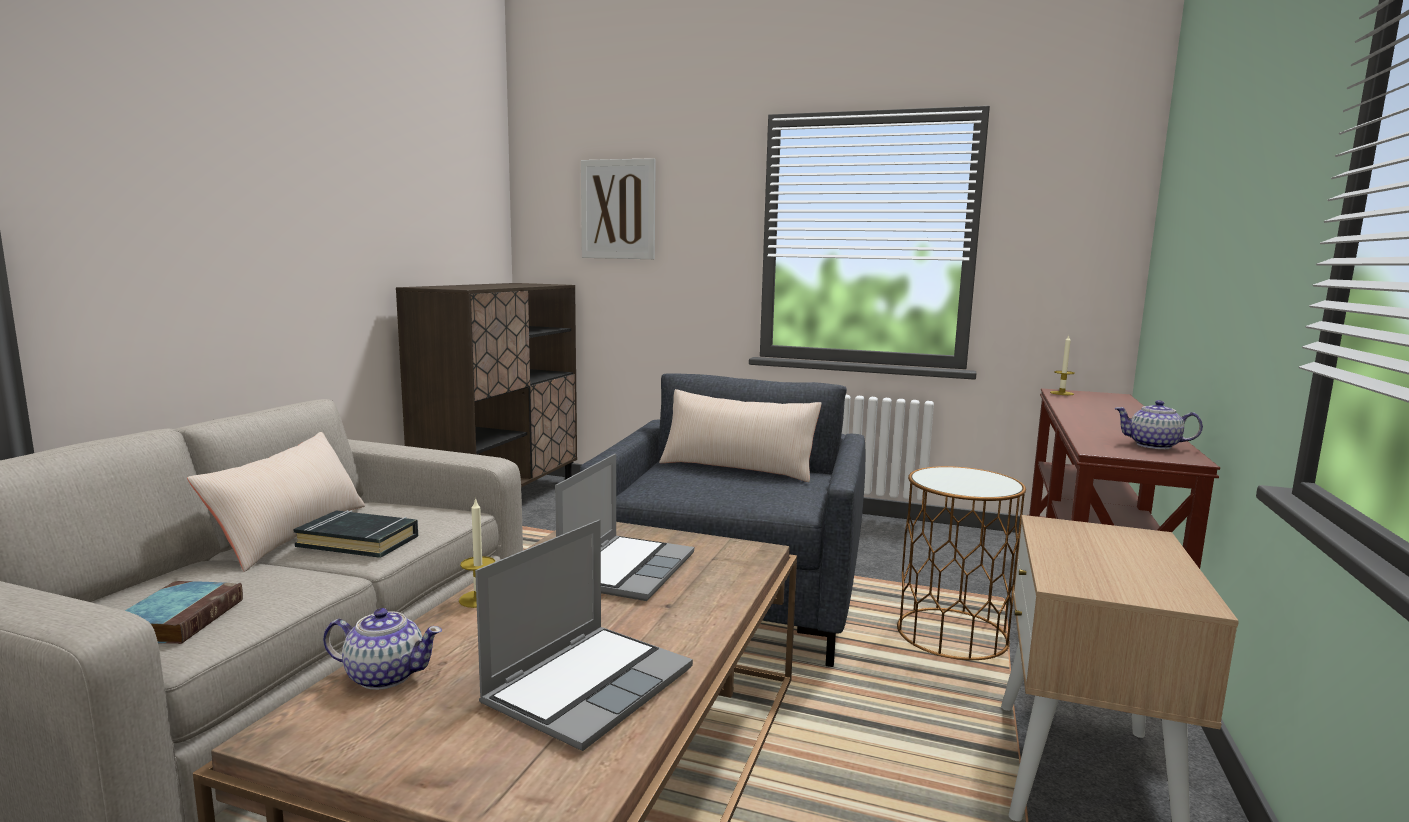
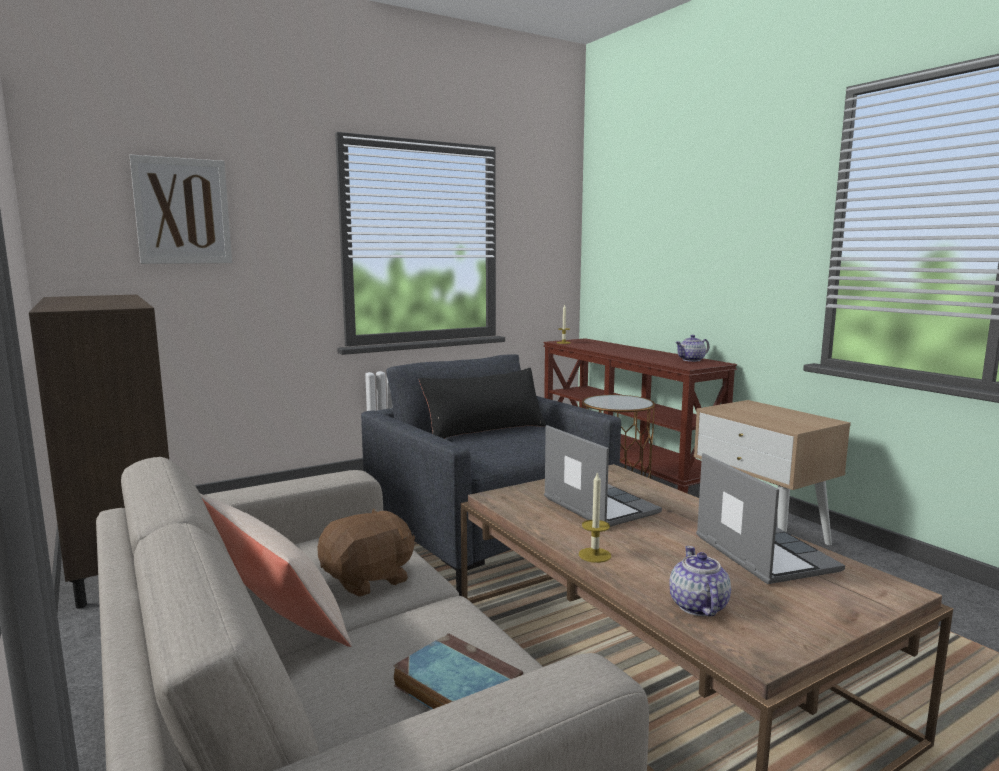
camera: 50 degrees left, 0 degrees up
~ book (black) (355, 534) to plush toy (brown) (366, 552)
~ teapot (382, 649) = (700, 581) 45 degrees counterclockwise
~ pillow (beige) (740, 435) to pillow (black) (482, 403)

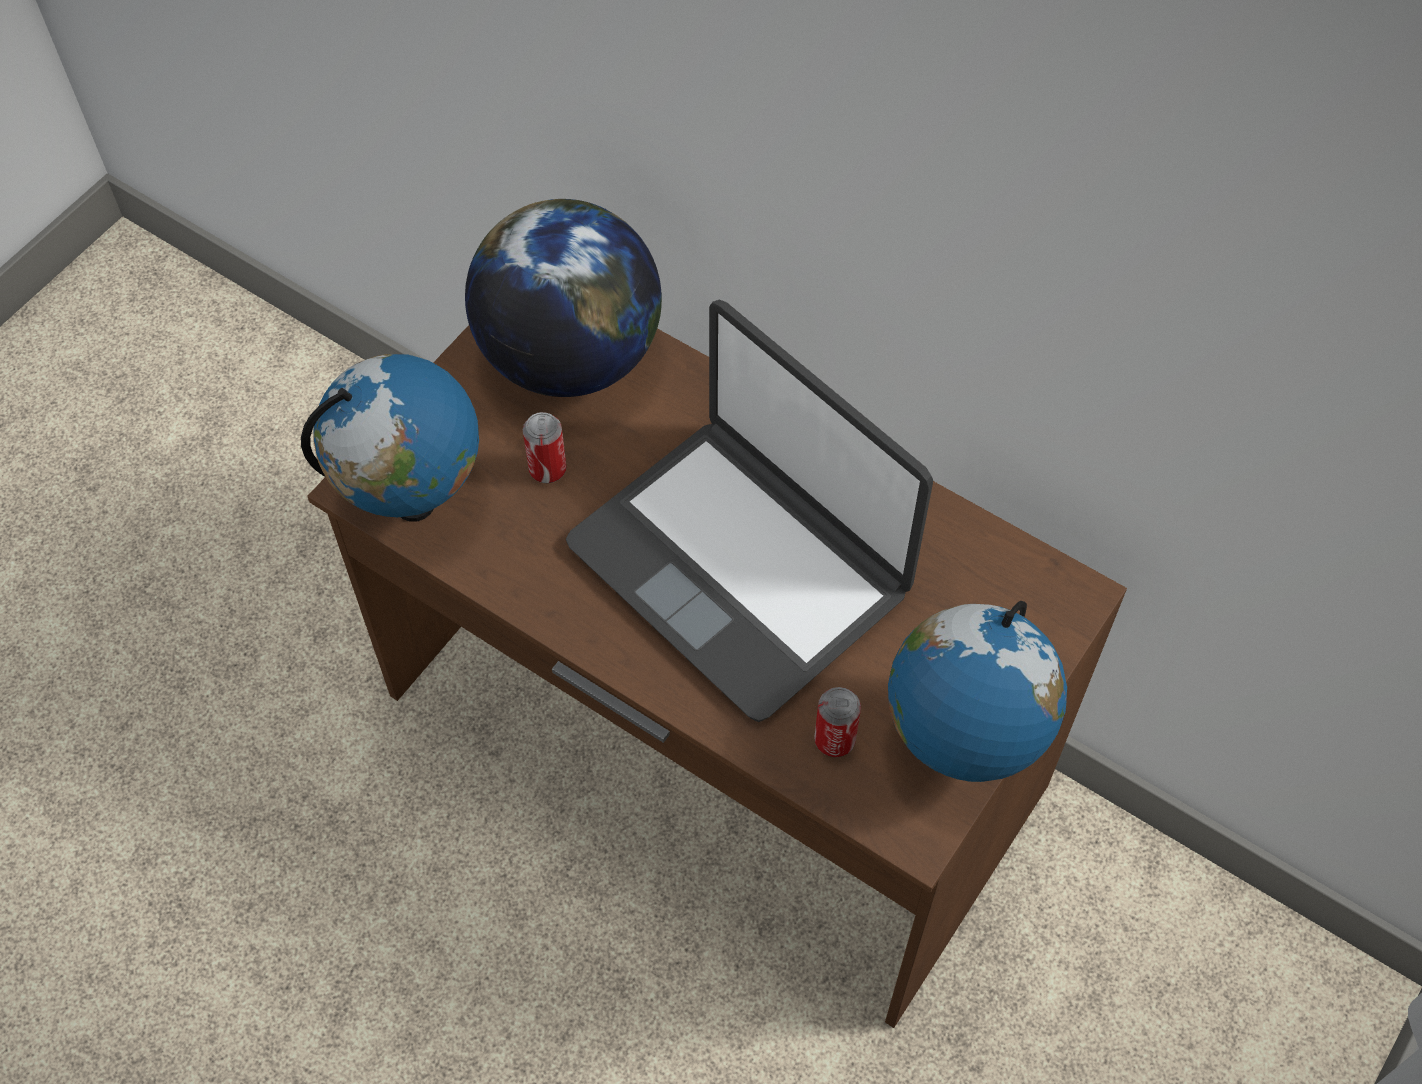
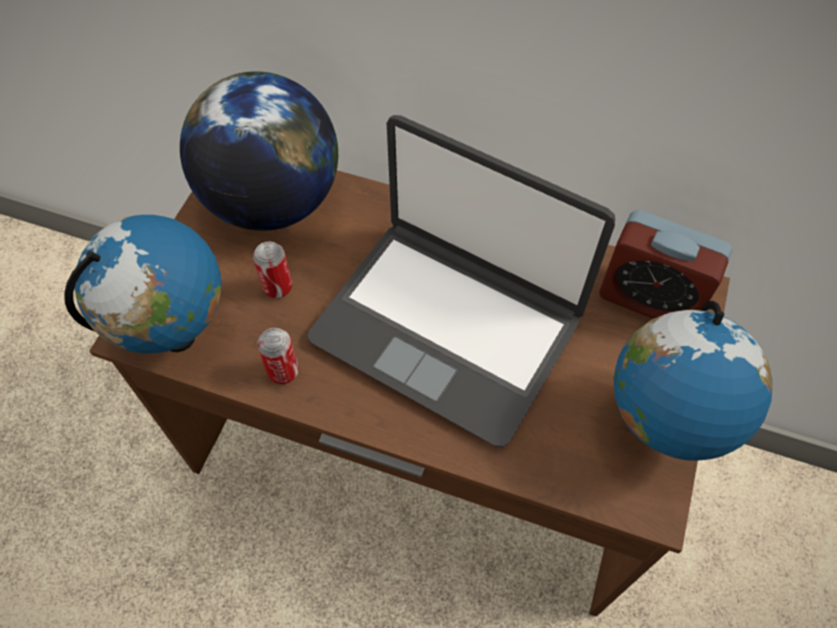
camera: 15 degrees left, 0 degrees up
~ can (837, 722) to (278, 356)
+ alarm clock (665, 264)

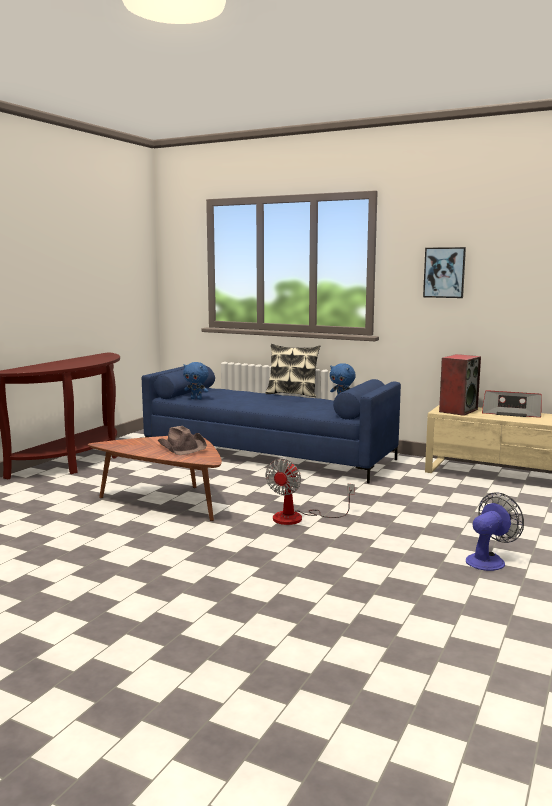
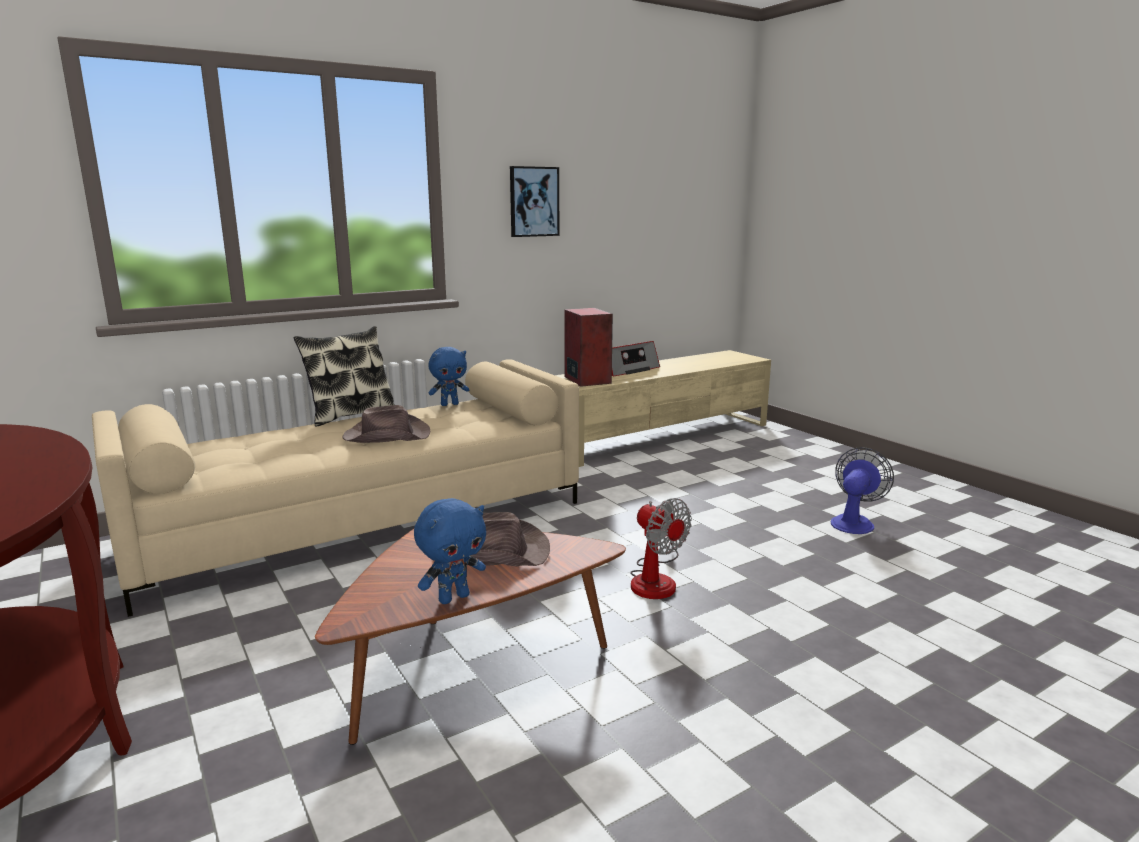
camera: 60 degrees left, 5 degrees up
~ sofa (blue) (271, 424) to sofa (beige) (335, 488)
~ plush toy (blue) (196, 381) to (450, 551)
~ fan (495, 531) = (862, 491) 45 degrees clockwise
+ hat (brown) (386, 424)

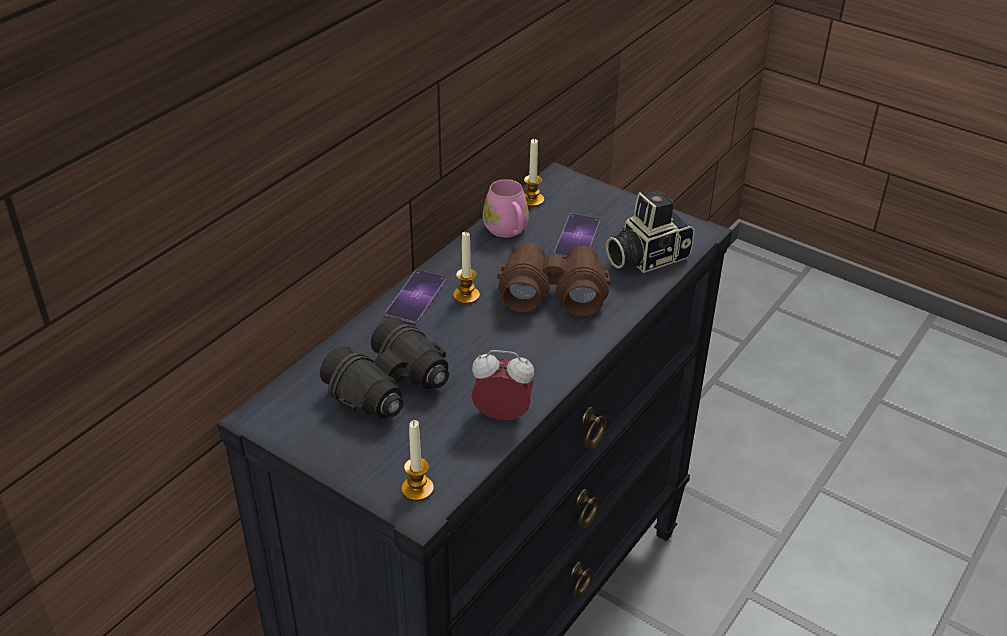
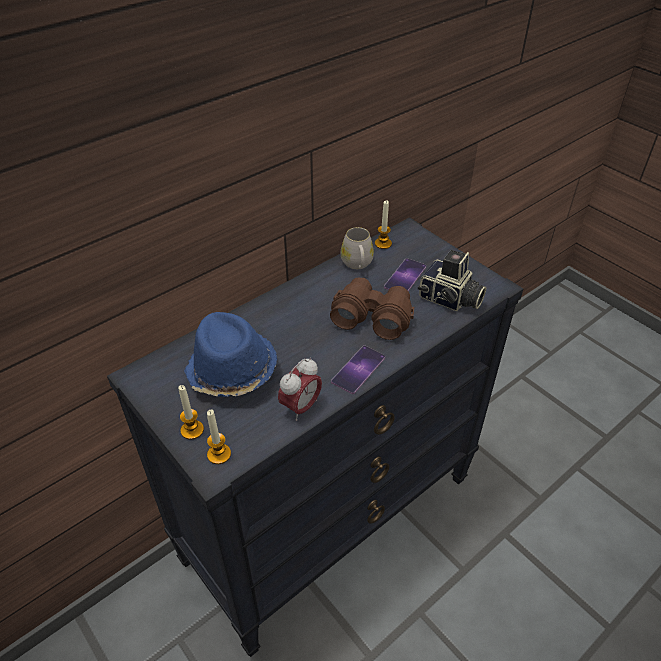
camera: 15 degrees right, 5 degrees up
~ binoculars (black) (384, 368) to hat (blue) (230, 354)
~ phone (415, 297) to (358, 369)
~ candle (466, 268) to (191, 412)
~ alarm clock (502, 385) = (300, 389) 105 degrees clockwise
~ mug (pink) (506, 208) to mug (white) (357, 248)
~ photo camera (650, 232) = (452, 280) 135 degrees counterclockwise

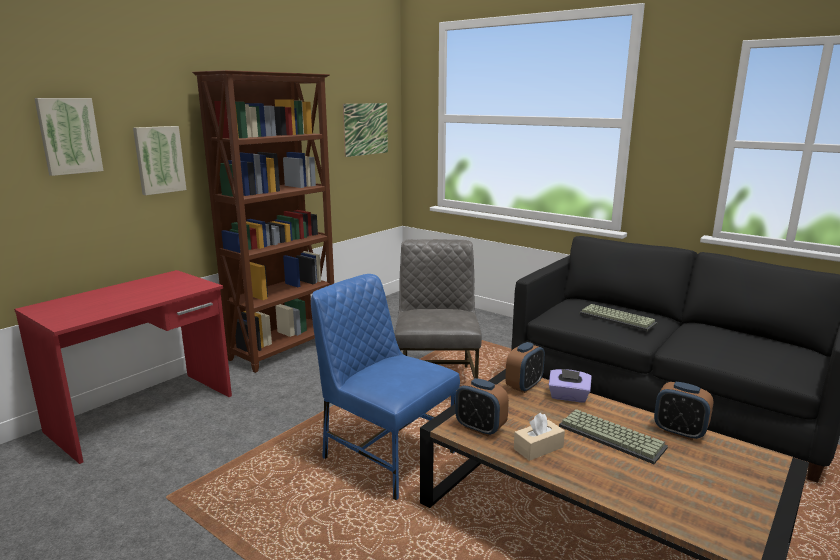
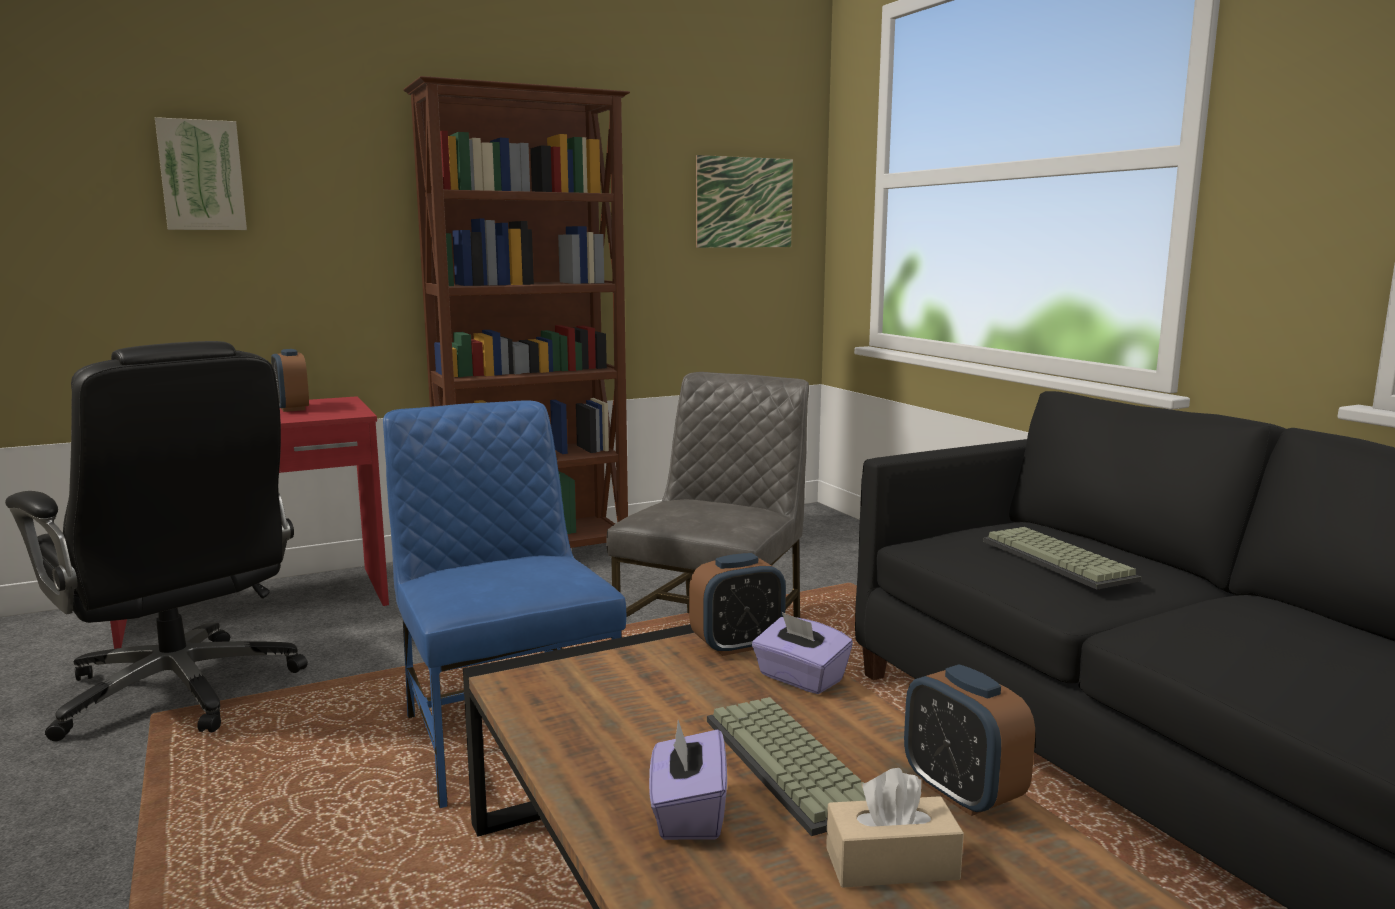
camera: 25 degrees right, 5 degrees down
- picture (159, 160)
~ alarm clock (482, 407) to (290, 380)
~ tissue box (beige) (539, 437) to (895, 828)
+ office chair (black) (156, 541)
+ tissue box (purple) (688, 780)

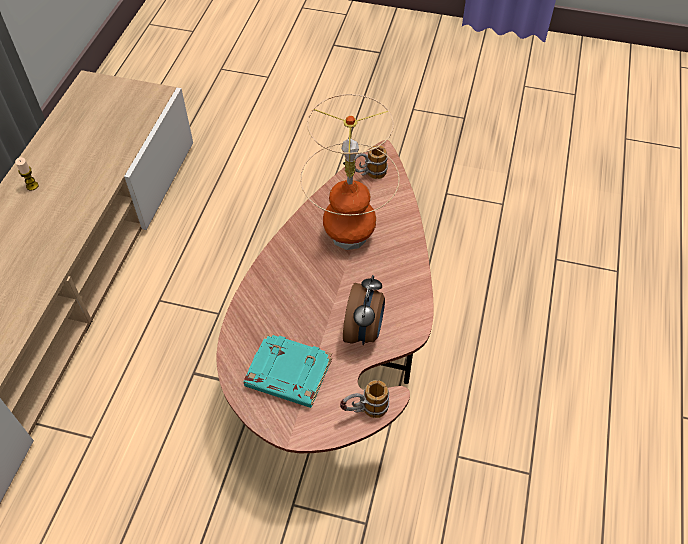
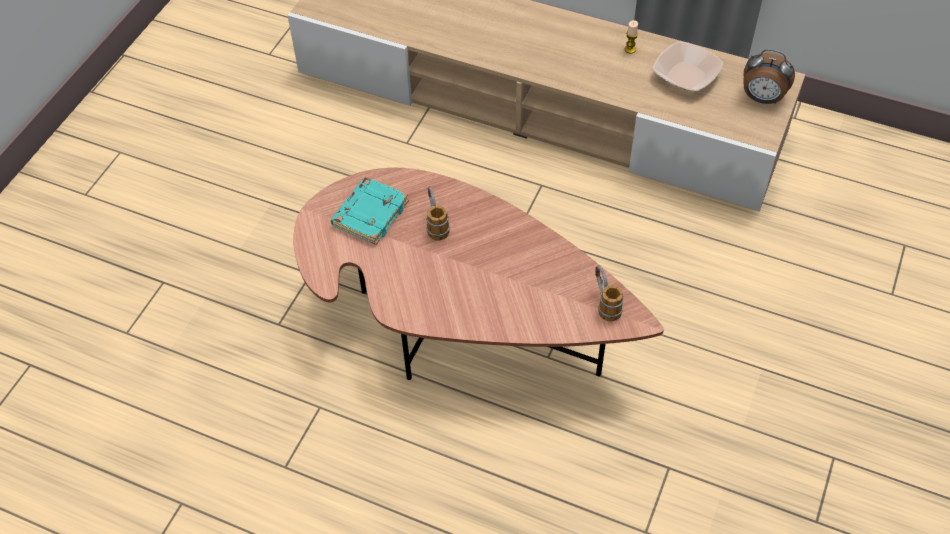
camera: 100 degrees right, 0 degrees up
- table lamp (350, 172)
~ mug (364, 399) to (438, 213)
~ alarm clock (364, 310) to (769, 76)
+ bowl (688, 66)

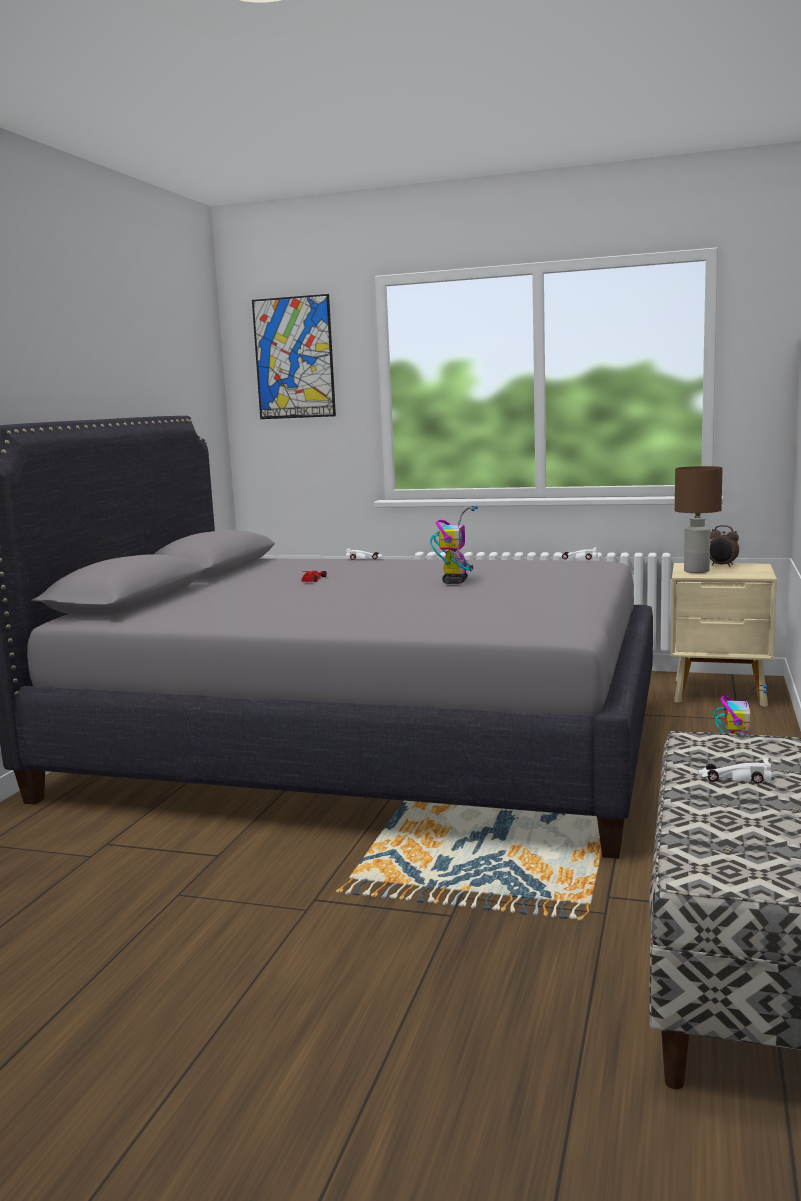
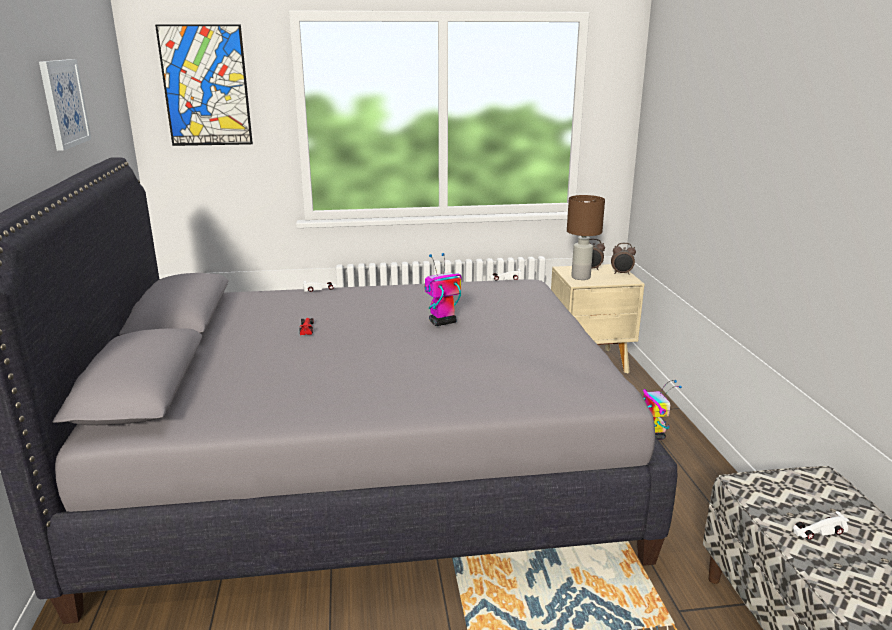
camera: 25 degrees left, 10 degrees up
~ toy robot (454, 545) = (443, 289) 105 degrees counterclockwise
+ picture (65, 105)
+ alarm clock (623, 259)

